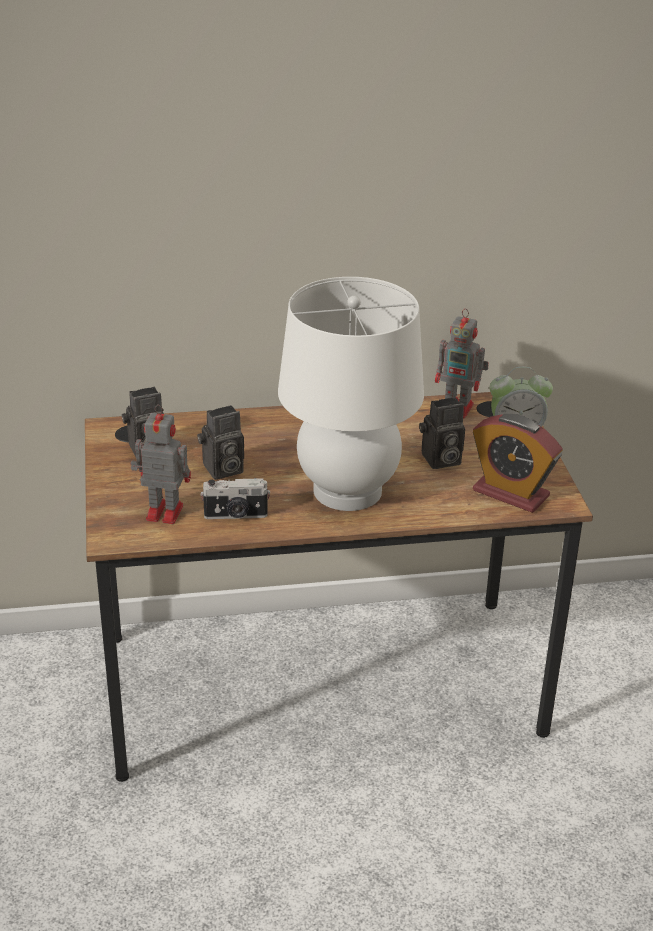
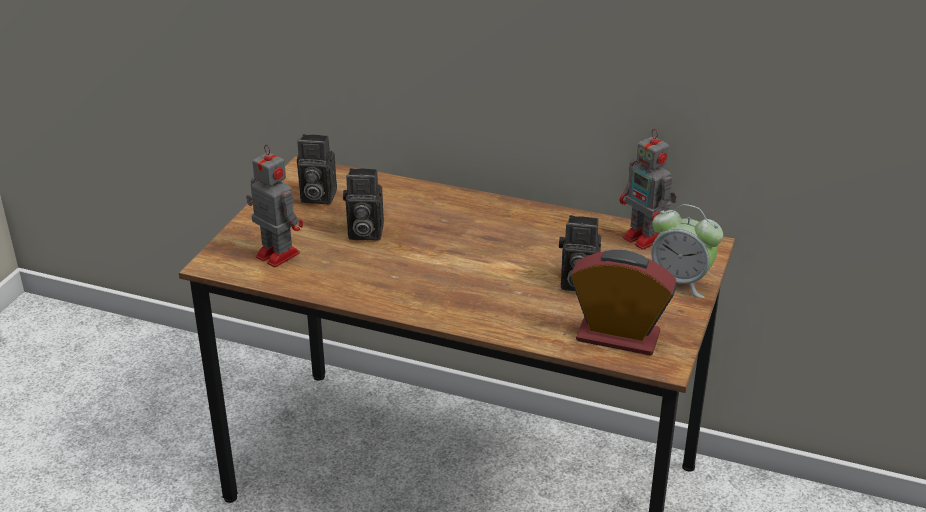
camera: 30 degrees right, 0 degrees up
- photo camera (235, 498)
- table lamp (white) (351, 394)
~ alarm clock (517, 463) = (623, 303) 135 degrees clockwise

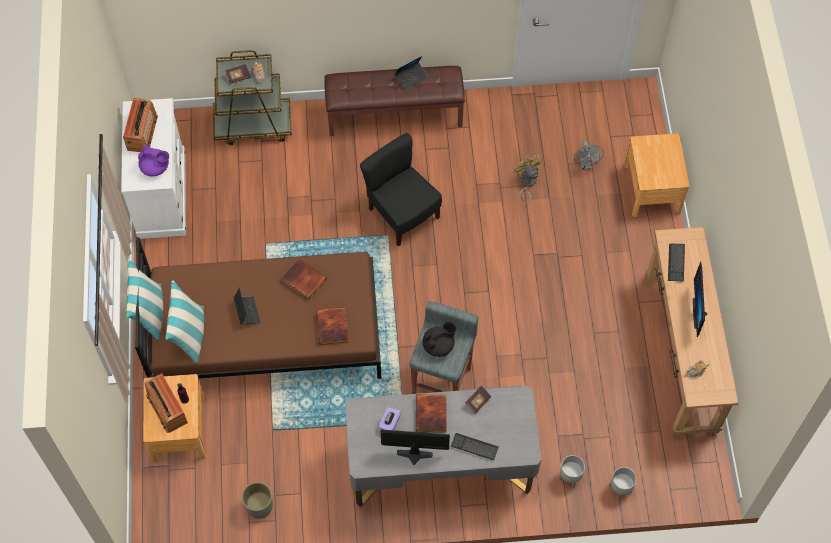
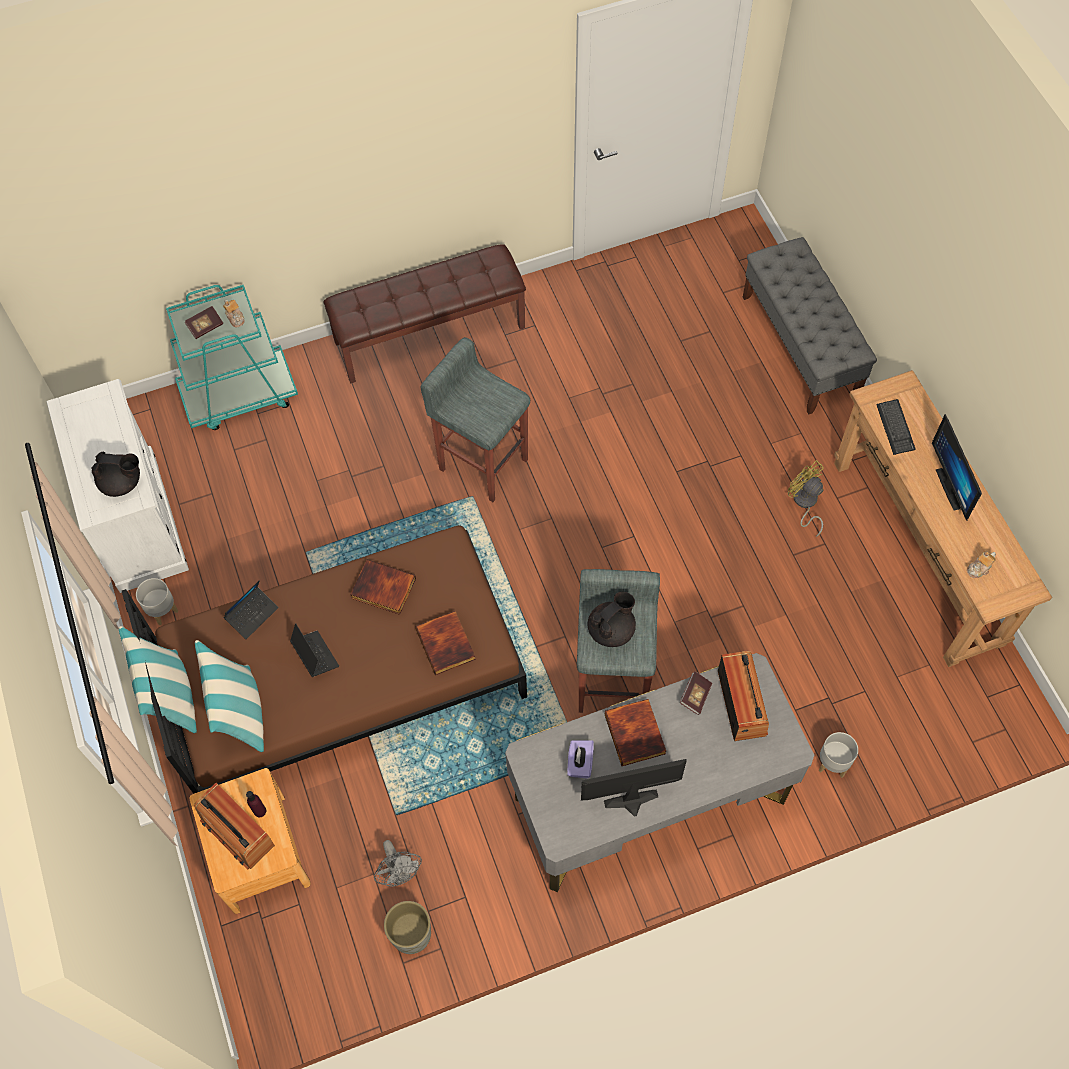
camera: 15 degrees left, 0 degrees up
~ radio (140, 125) to (743, 696)
~ teapot (purple) (153, 160) to teapot (black) (115, 474)
~ cart (brown) (252, 97) to cart (turquoise) (232, 357)
~ chair (black) (401, 189) to stool (grey) (475, 419)
~ laptop (411, 73) to (251, 610)
- keyboard (475, 446)
~ fan (yellow) (528, 180) to (806, 498)
~ fan (grey) (589, 155) to (398, 863)
~ planter (grey) (622, 483) to (157, 601)
~ nightstand (brown) (656, 175) to bench (grey) (810, 325)

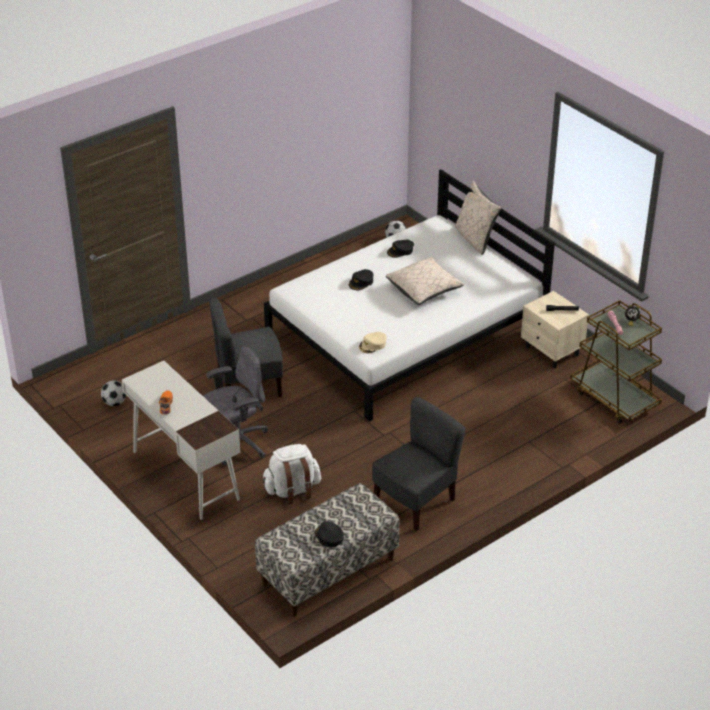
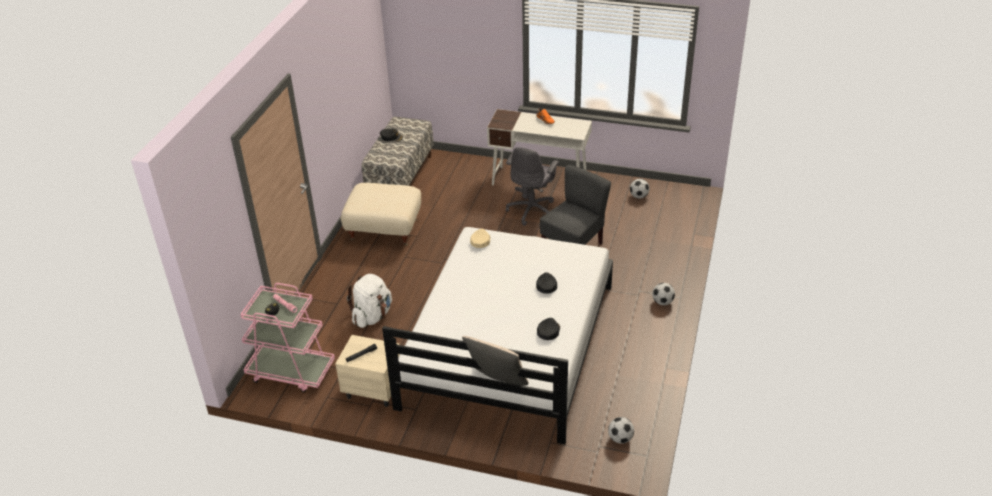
camera: 145 degrees right, 0 degrees up
~ backpack (white) (291, 474) to (369, 301)
~ chair (grey) (419, 464) to ottoman (beige) (381, 214)
- pillow (beige) (425, 281)
~ cart (brown) (616, 362) to cart (pink) (287, 338)
+ football (663, 294)

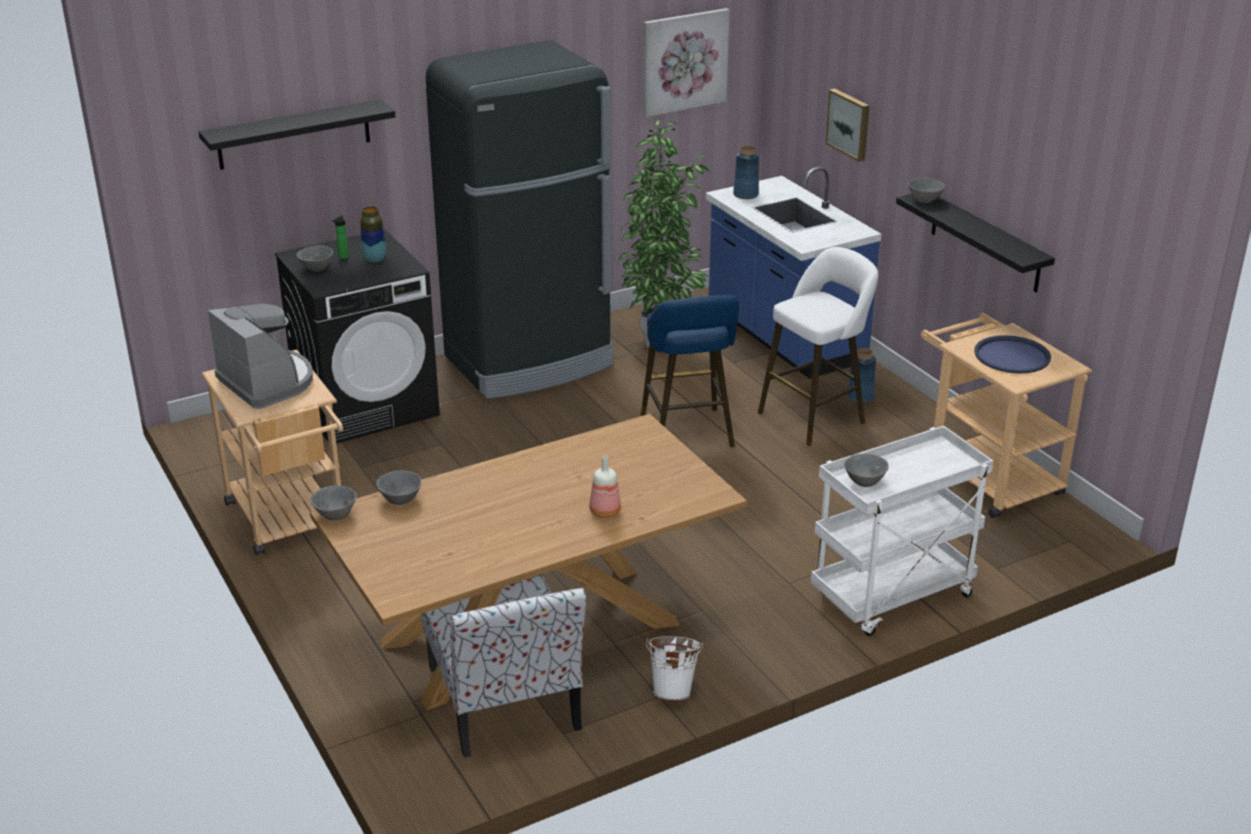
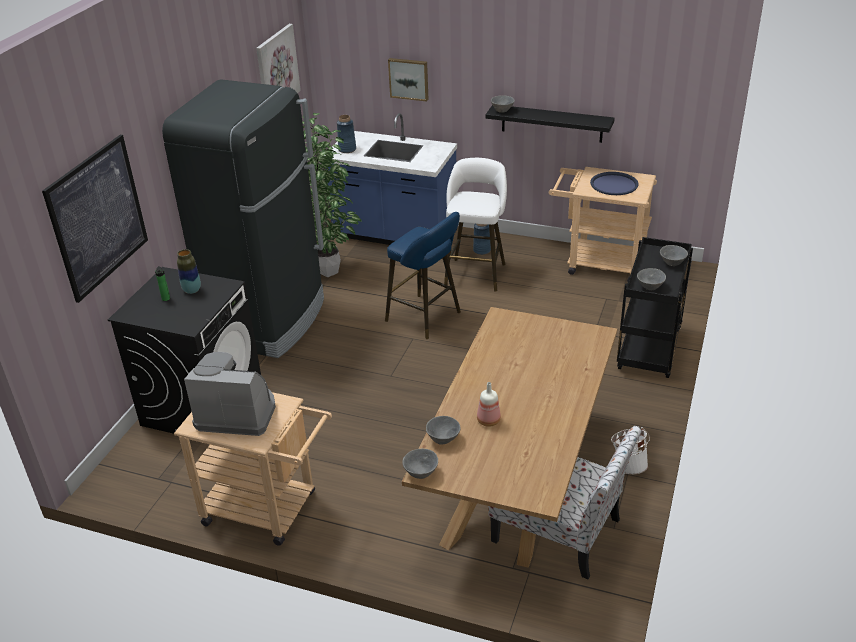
camera: 40 degrees left, 5 degrees up
~ shelf (black) (297, 135) to picture (95, 219)
~ bowl (grey) (315, 258) to (674, 255)
~ bottle (605, 487) to (489, 404)
~ cart (white) (902, 531) to cart (black) (655, 307)

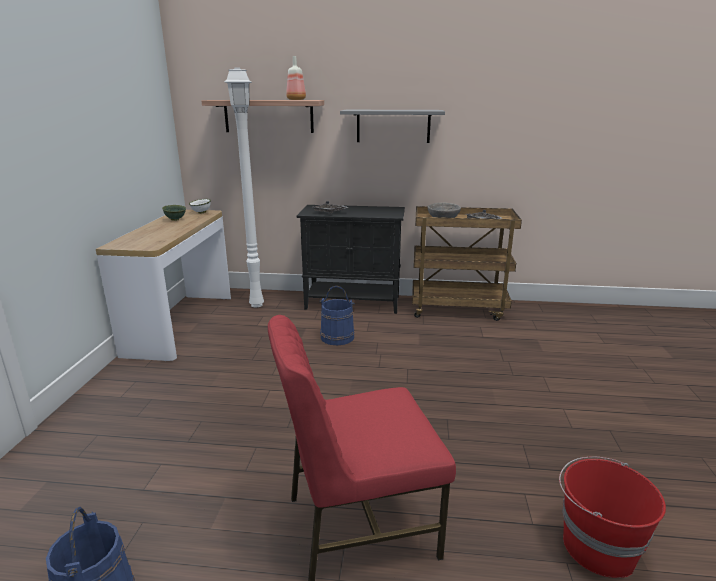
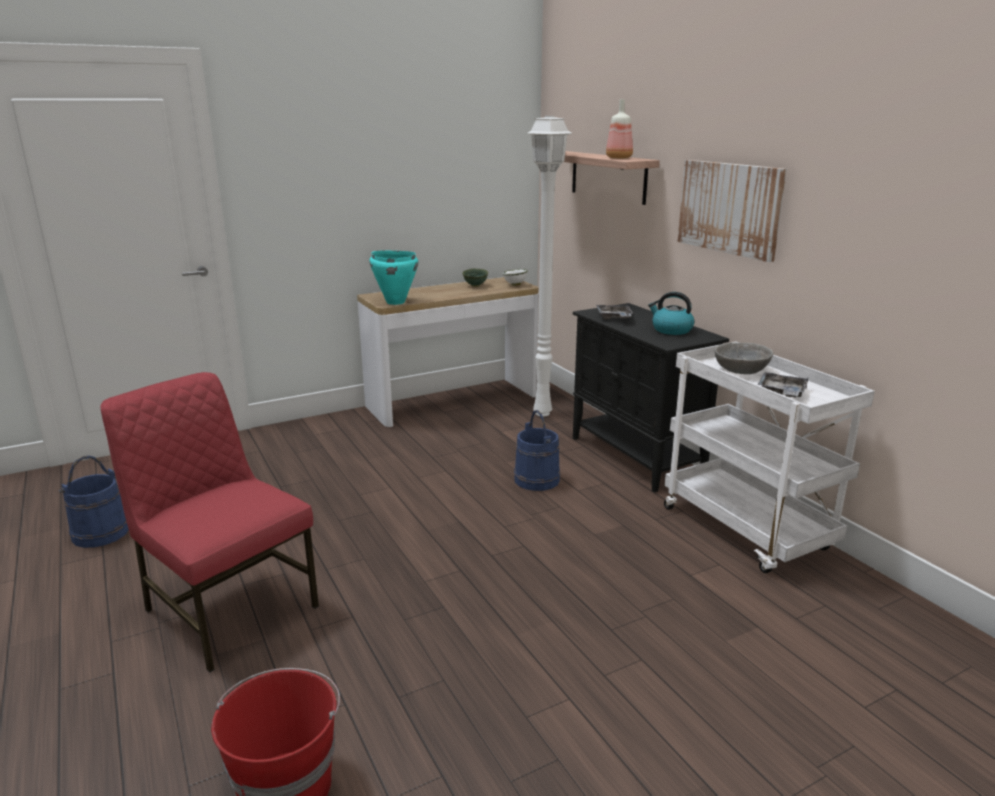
camera: 55 degrees right, 0 degrees up
~ shelf (grey) (392, 126) to picture (732, 211)
~ cart (brown) (467, 263) to cart (white) (769, 457)
+ cooking pot (turquoise) (394, 278)
+ kettle (671, 313)

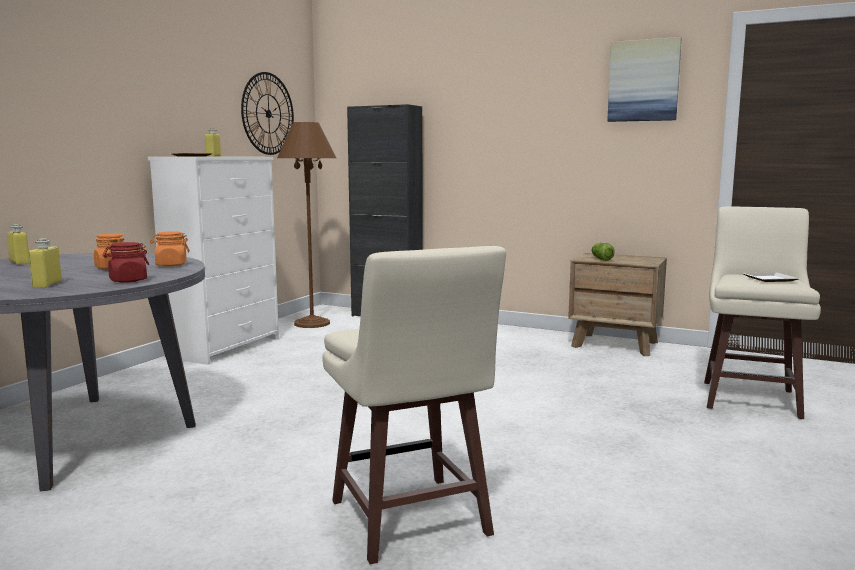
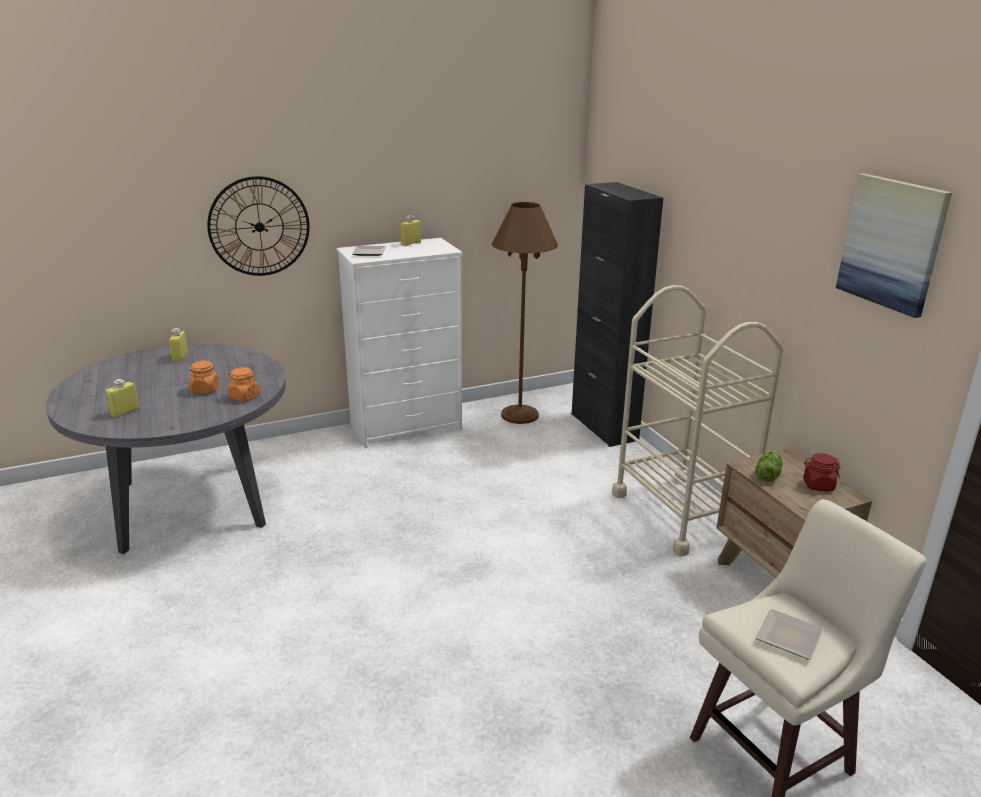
camera: 40 degrees right, 15 degrees up
~ jar (red) (126, 262) to (822, 472)
~ wall clock (267, 113) to (258, 226)
- stool (beige) (414, 405)
+ cart (beige) (698, 420)

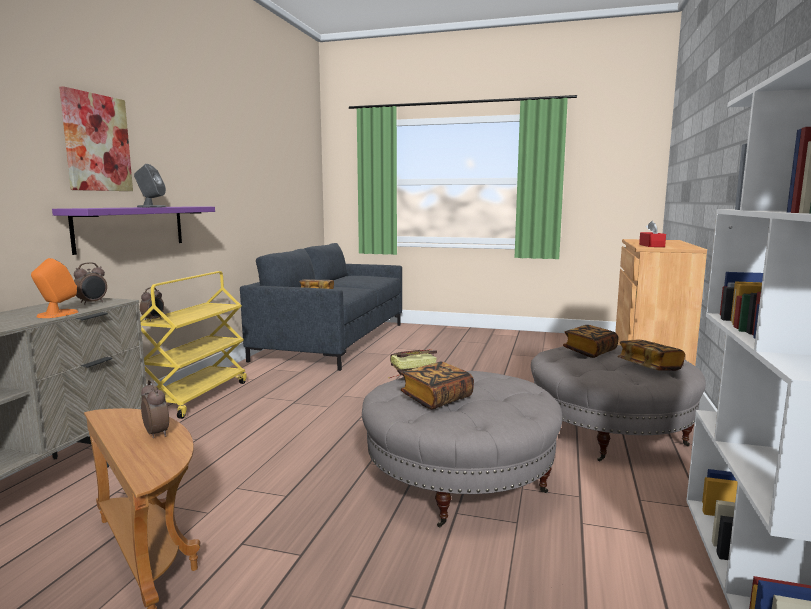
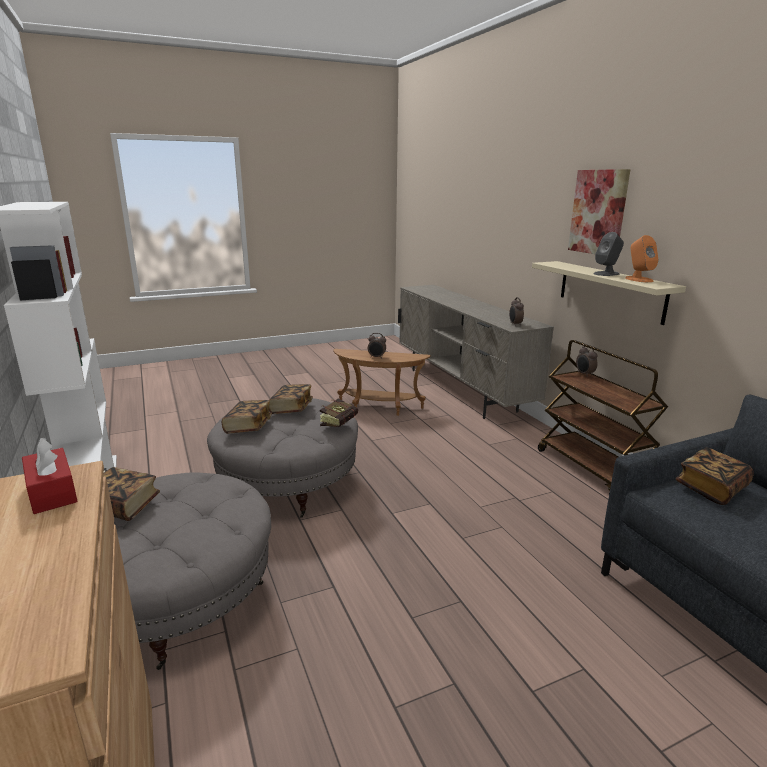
camera: 140 degrees right, 10 degrees up
~ speaker (orange) (54, 288) to (642, 258)
~ shelf (purple) (133, 231) to shelf (beige) (609, 293)
~ cart (yellow) (193, 345) to cart (brown) (603, 416)
~ book (590, 341) to (247, 417)

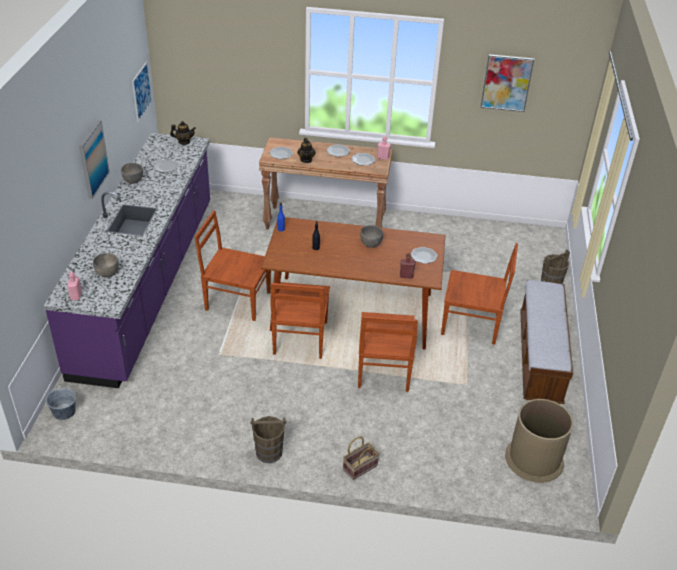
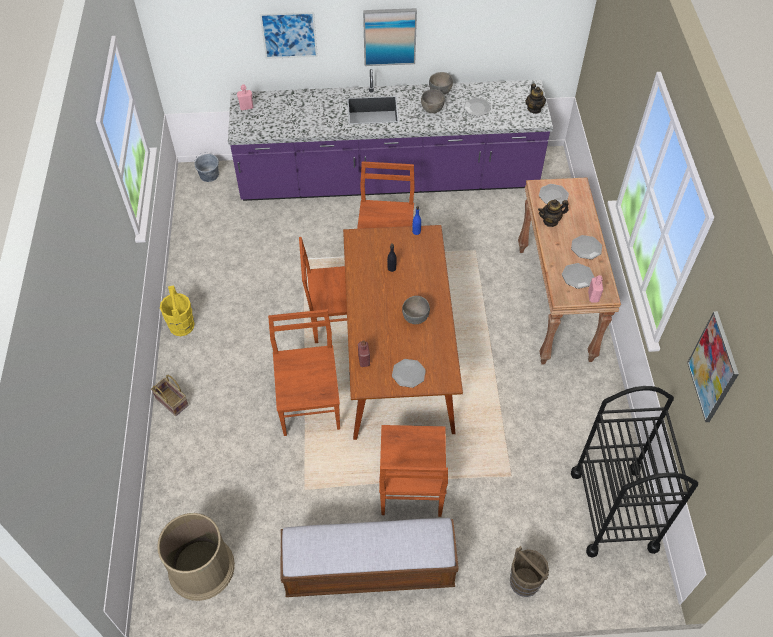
camera: 80 degrees right, 15 degrees up
~ bowl (grey) (106, 265) to (433, 101)
~ picture (142, 91) to (289, 35)
~ bucket (brown) (268, 439) to bucket (yellow) (177, 310)
~ chair (brown) (388, 352) = (304, 372) 90 degrees clockwise
+ cart (black) (634, 472)

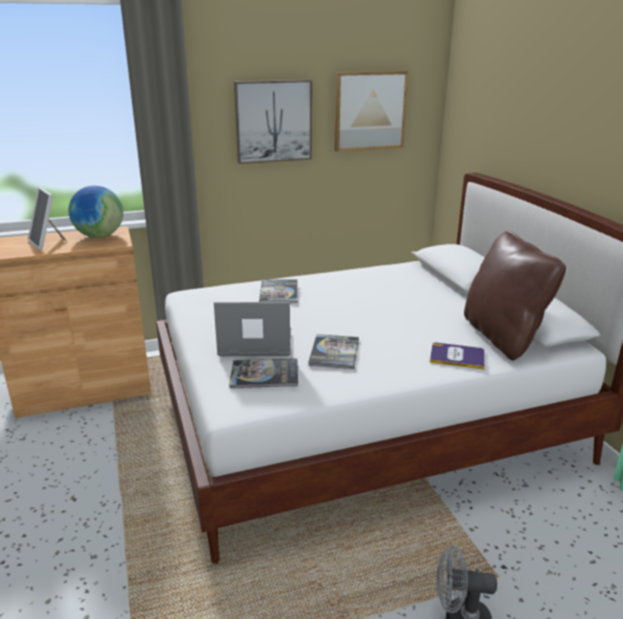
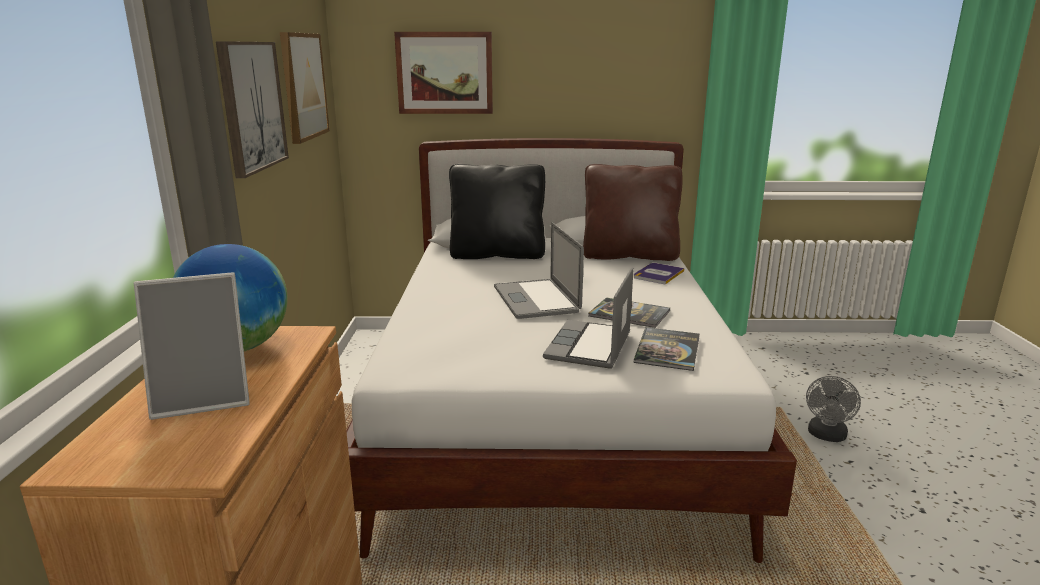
camera: 70 degrees left, 5 degrees down
- book (278, 291)
+ picture (443, 73)
+ pillow (black) (497, 211)
+ laptop (539, 270)

